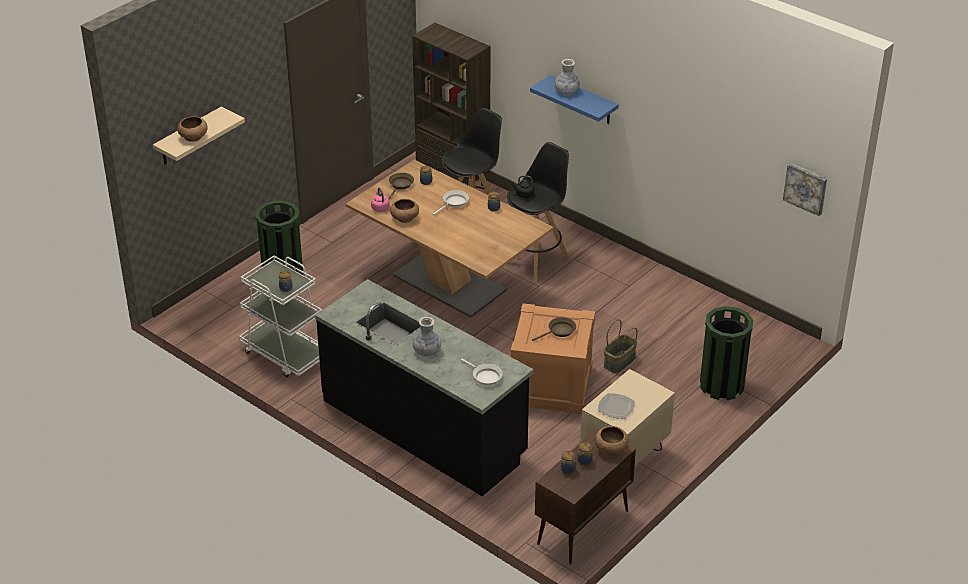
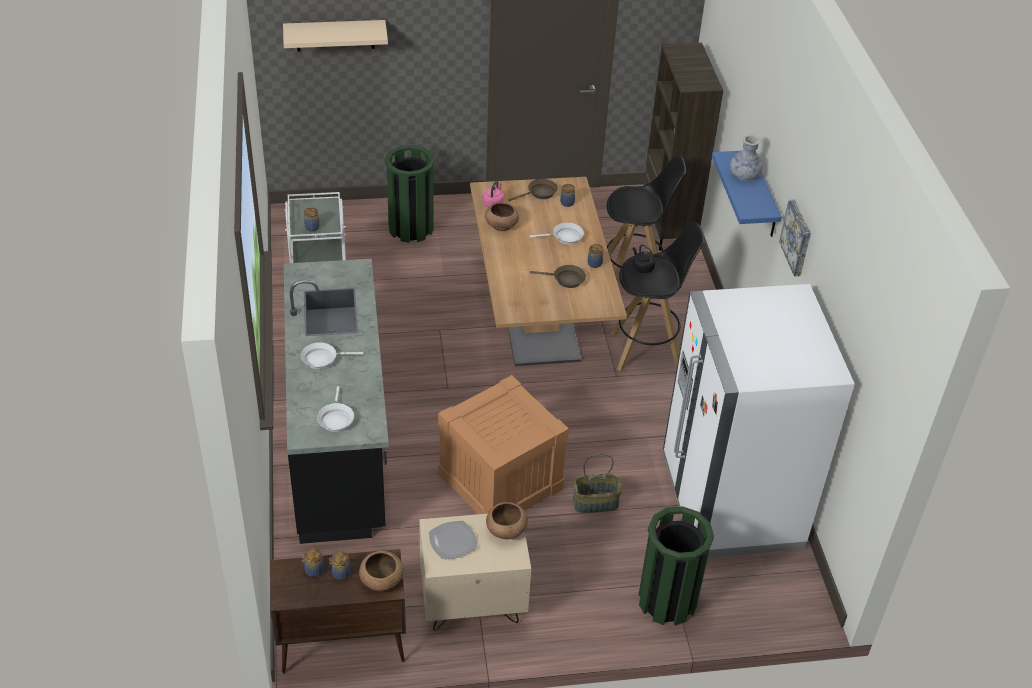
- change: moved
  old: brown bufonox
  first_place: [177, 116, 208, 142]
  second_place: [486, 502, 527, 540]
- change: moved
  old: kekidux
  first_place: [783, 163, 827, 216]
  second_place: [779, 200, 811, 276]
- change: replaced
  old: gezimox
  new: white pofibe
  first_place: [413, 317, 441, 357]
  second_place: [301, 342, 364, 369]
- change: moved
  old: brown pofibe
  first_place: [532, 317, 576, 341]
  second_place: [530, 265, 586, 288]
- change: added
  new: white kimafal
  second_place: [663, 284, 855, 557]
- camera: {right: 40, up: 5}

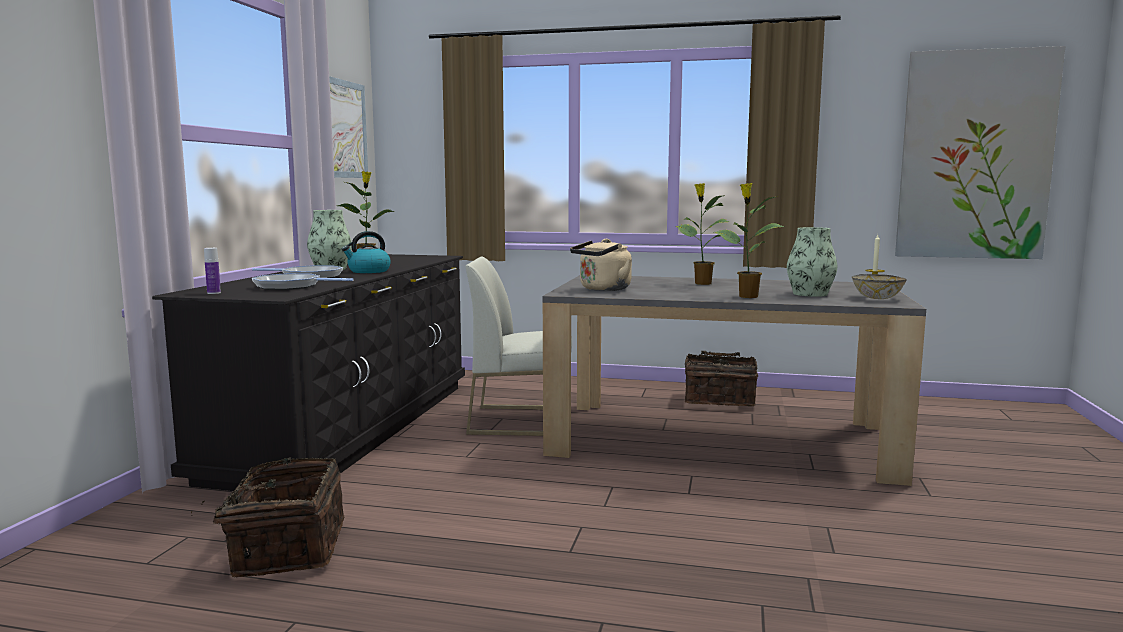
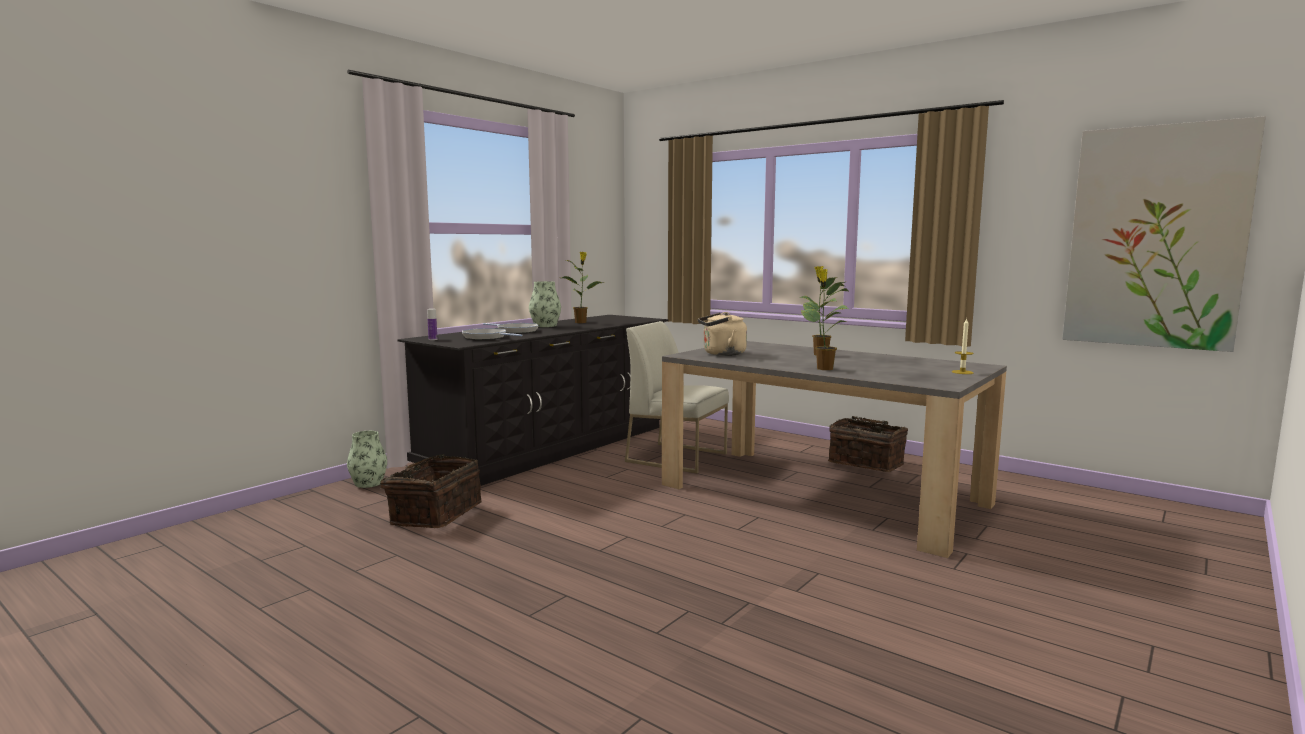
- change: removed
  old: kekidux
  first_place: [329, 76, 368, 178]
- change: moved
  old: gezimox
  first_place: [787, 227, 838, 297]
  second_place: [347, 431, 387, 488]
- change: removed
  old: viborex
  first_place: [342, 231, 391, 273]
- change: removed
  old: bufonox
  first_place: [852, 274, 907, 299]
- camera: {right: 25, up: 0}

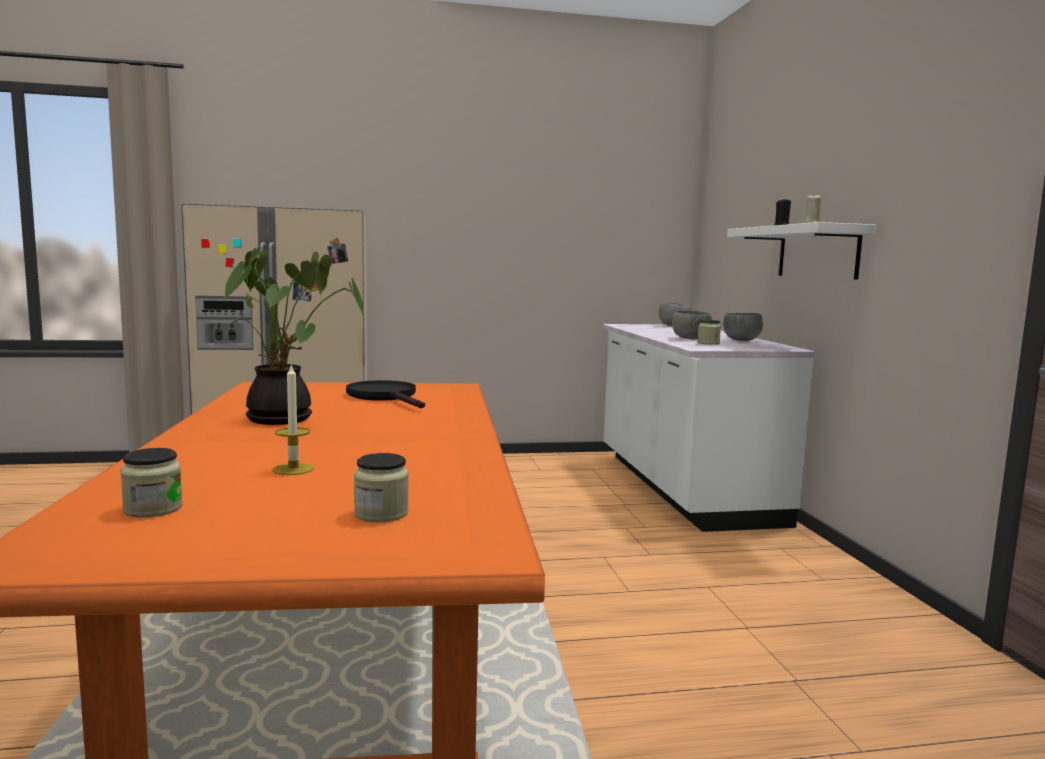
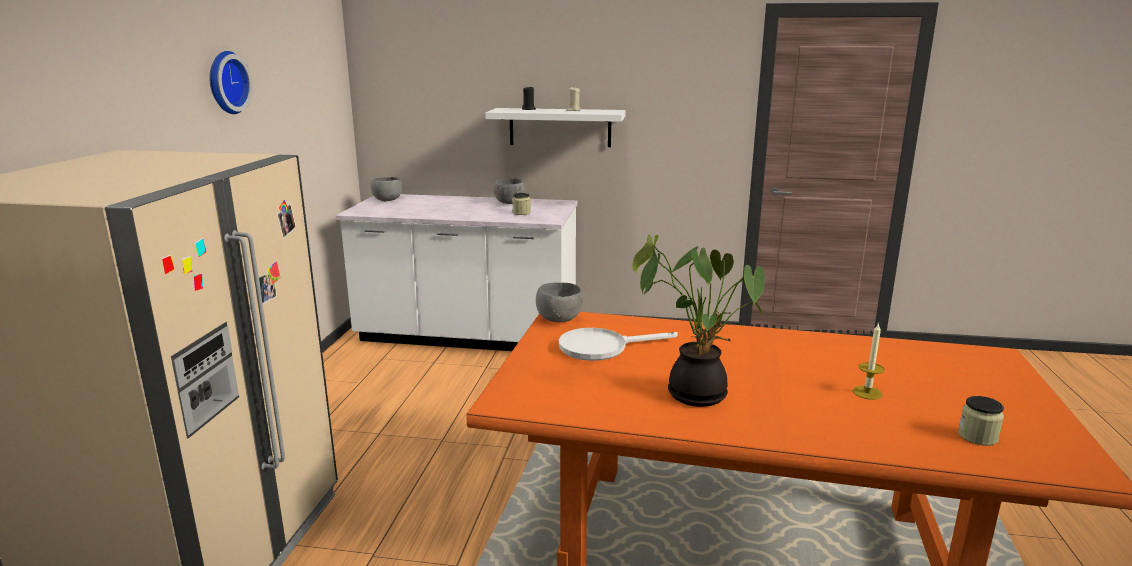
- change: moved
  old: grey bufonox
  first_place: [672, 310, 712, 340]
  second_place: [536, 283, 583, 322]
- change: recoloured
  old: black pofibe
  new: white pofibe
  first_place: [346, 380, 425, 408]
  second_place: [559, 328, 678, 361]
- change: removed
  old: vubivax
  first_place: [354, 453, 409, 523]
- change: added
  new: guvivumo
  second_place: [209, 51, 252, 114]
- camera: {right: -70, up: 10}

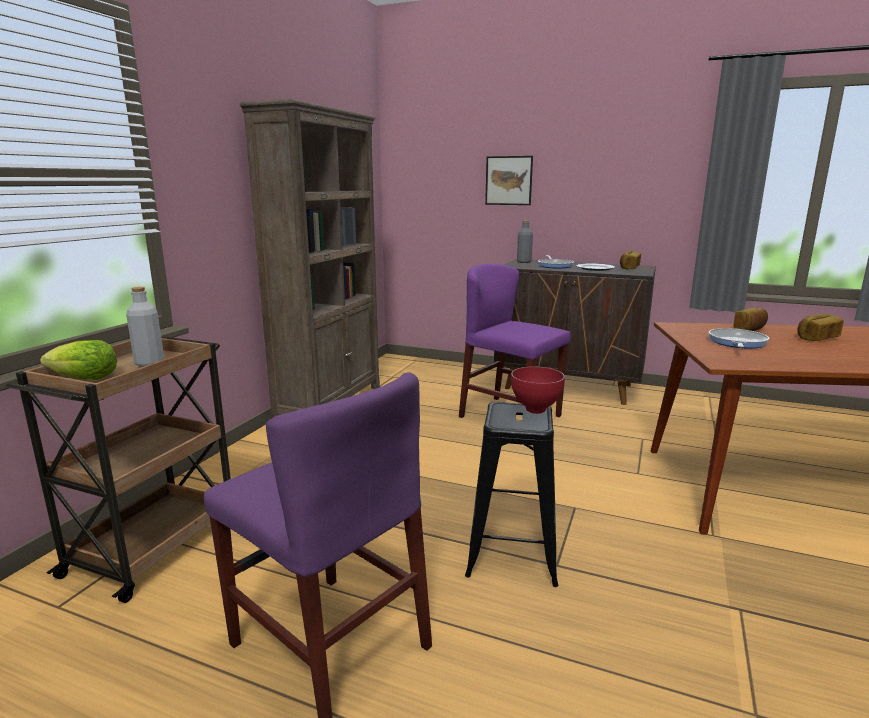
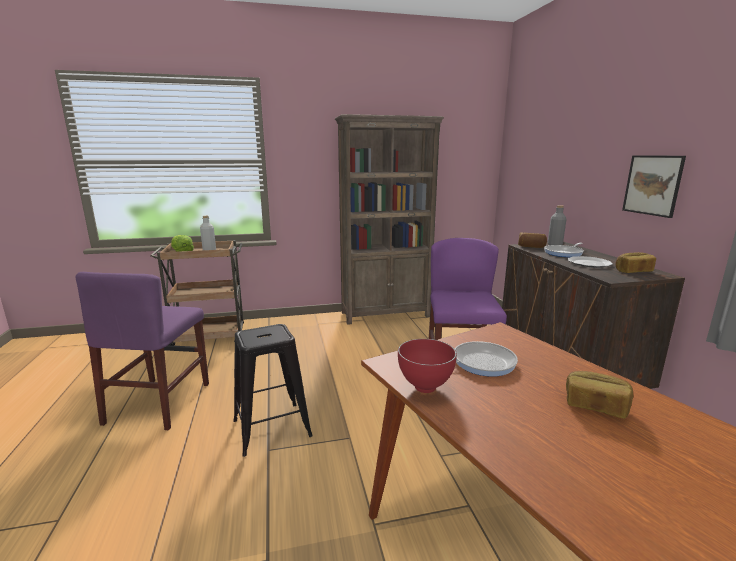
- change: moved
  old: kekidux
  first_place: [485, 156, 533, 205]
  second_place: [622, 155, 686, 218]
- change: moved
  old: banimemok
  first_place: [733, 308, 768, 331]
  second_place: [518, 232, 547, 248]
- change: moved
  old: red bufonox
  first_place: [511, 367, 565, 414]
  second_place: [398, 339, 457, 393]
- camera: {right: 55, up: 0}

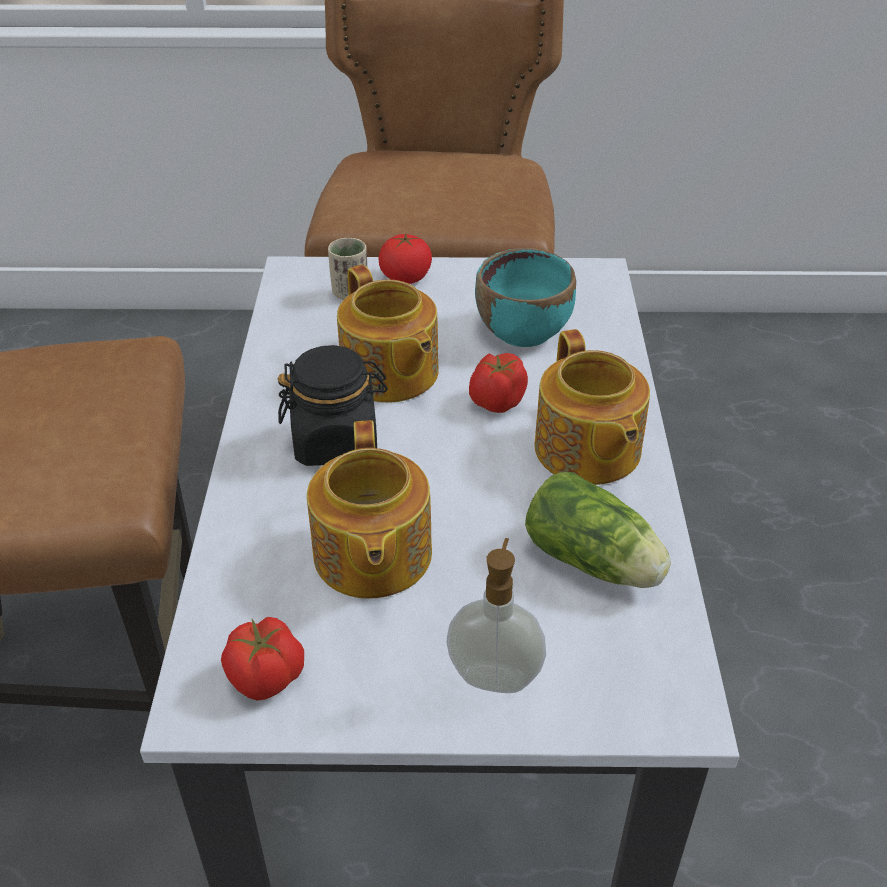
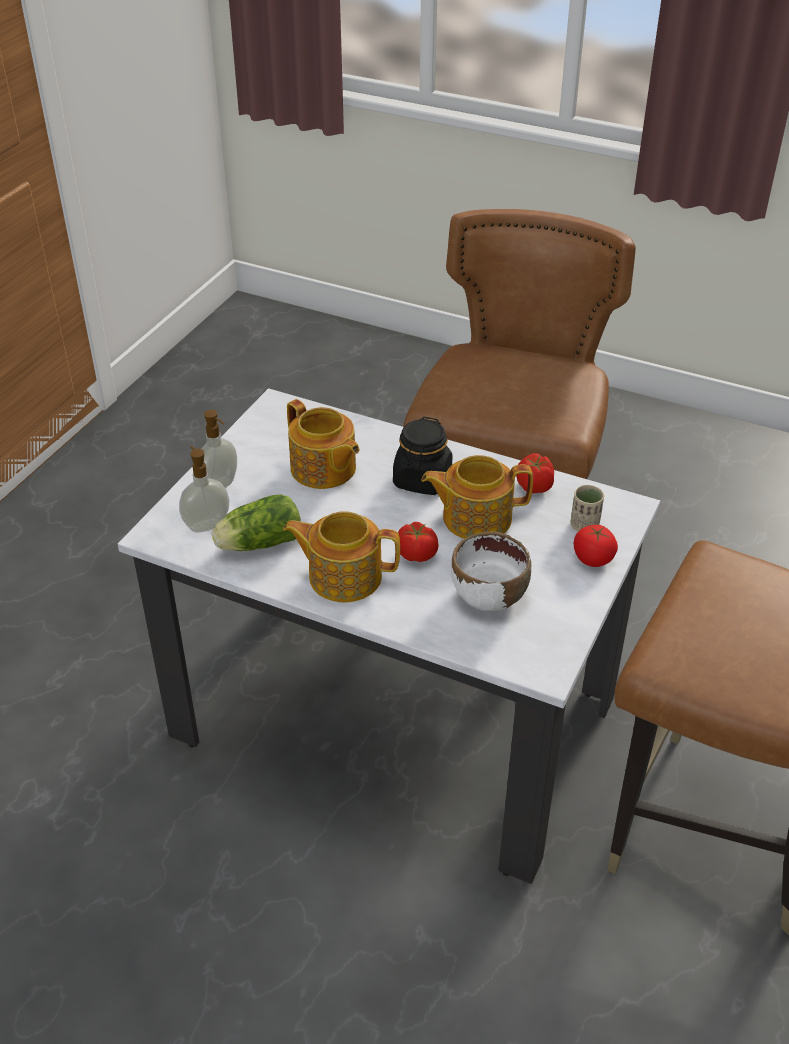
- change: recoloured
  old: turquoise bufonox
  new: white bufonox
  first_place: [475, 248, 576, 347]
  second_place: [451, 532, 531, 611]
- change: turned
  old: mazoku
  first_place: [307, 420, 432, 599]
  second_place: [287, 399, 359, 489]
  degrees: -150
- change: moved
  old: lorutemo
  first_place: [221, 617, 304, 701]
  second_place: [516, 453, 554, 494]
- change: added
  new: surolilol
  second_place: [179, 446, 229, 533]
- camera: {right: 115, up: 0}

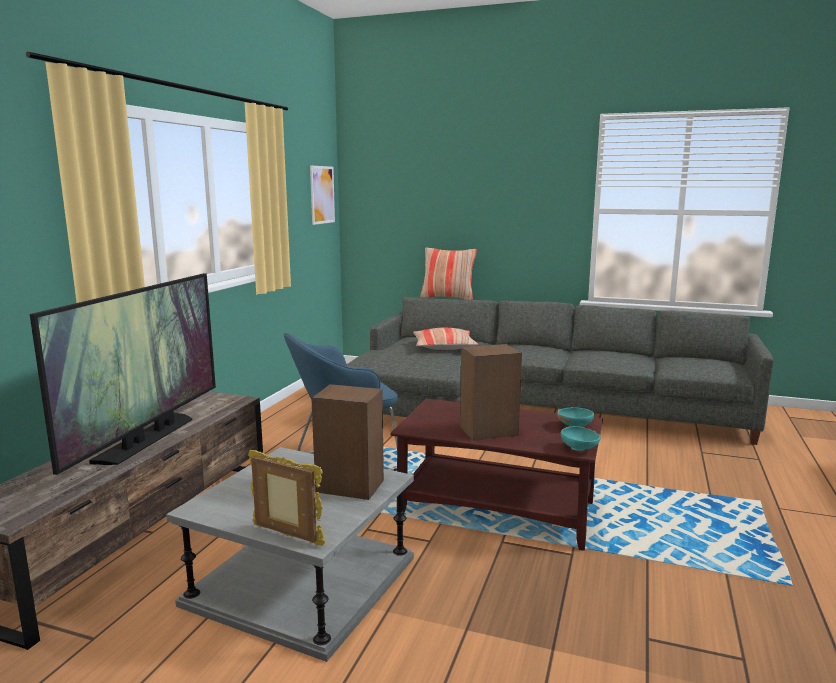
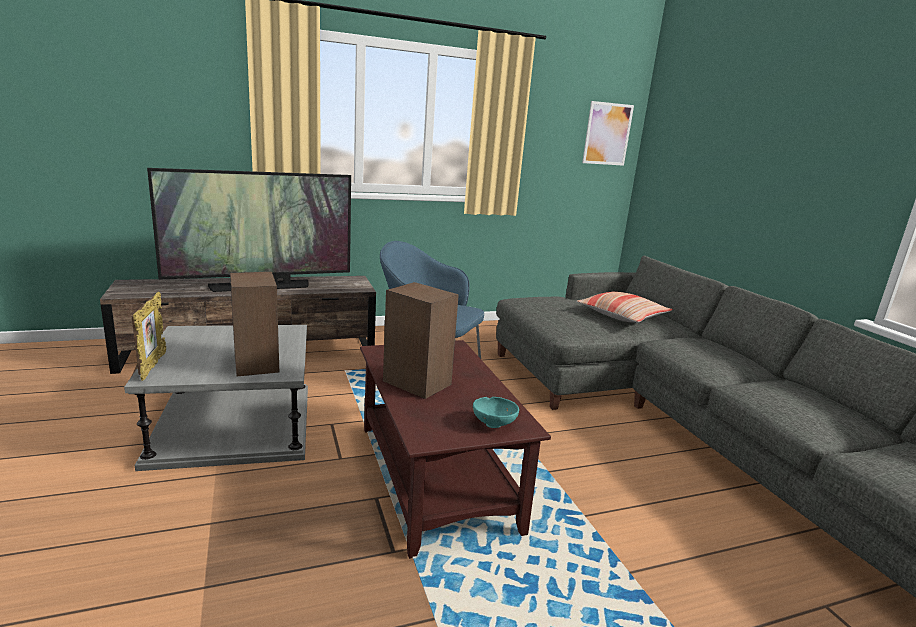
- change: removed
  old: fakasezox
  first_place: [420, 247, 477, 300]
- change: removed
  old: turquoise bufonox
  first_place: [561, 426, 601, 451]
- camera: {right: 50, up: 5}

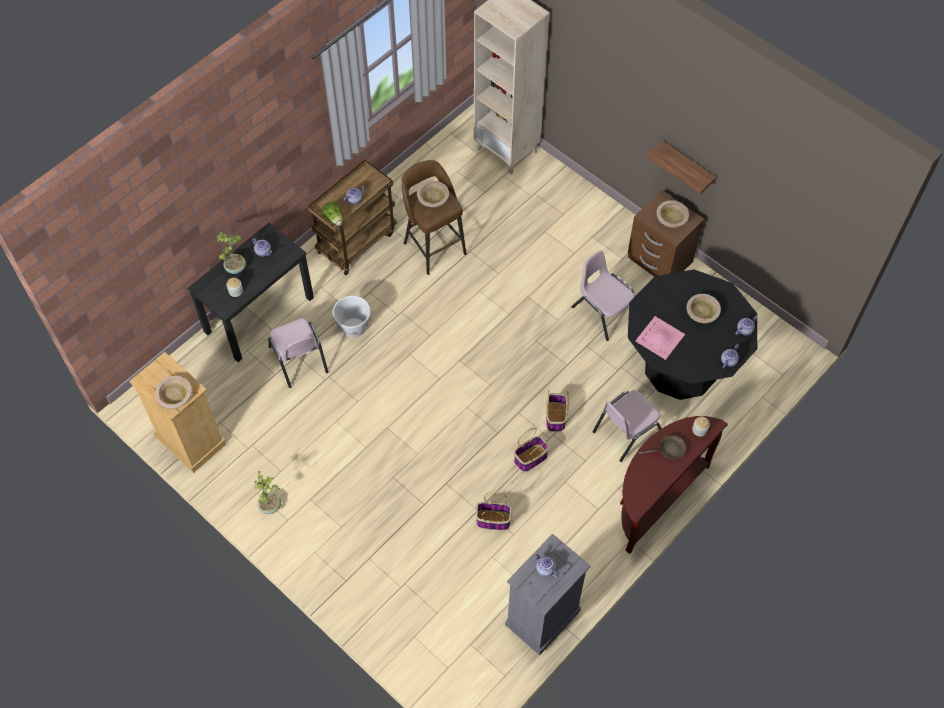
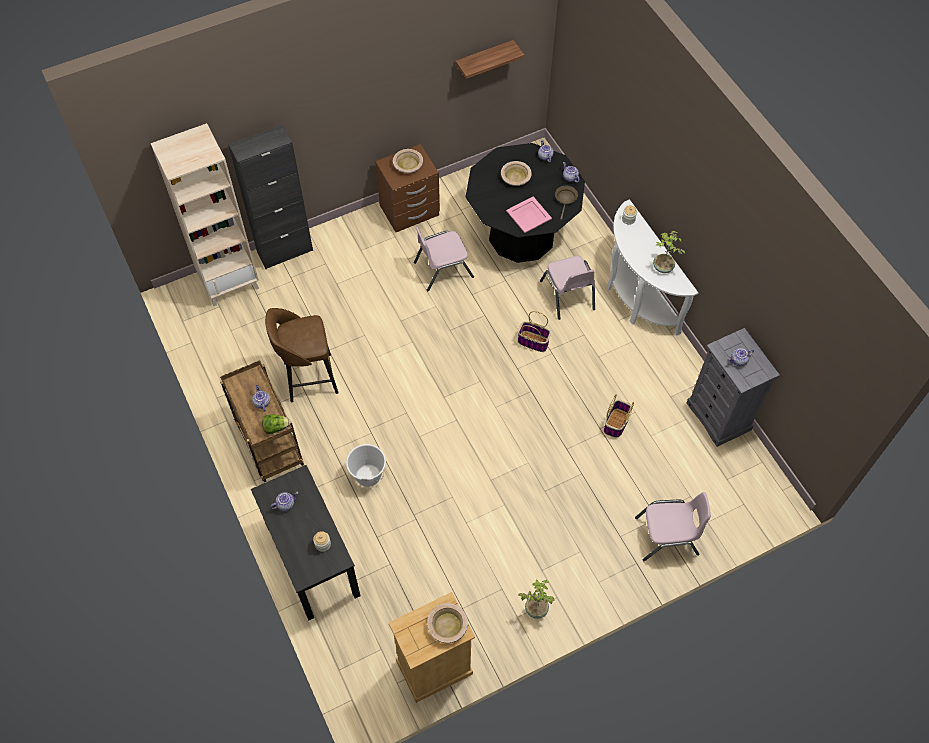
- change: moved
  old: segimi
  first_place: [646, 141, 716, 194]
  second_place: [456, 40, 524, 79]
- change: removed
  old: beige bufonox
  first_place: [417, 180, 449, 207]
- change: moved
  old: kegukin
  first_place: [216, 231, 246, 274]
  second_place: [653, 231, 685, 273]
- change: moved
  old: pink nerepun
  first_place: [268, 318, 328, 388]
  second_place: [635, 492, 711, 562]
- change: recoloured
  old: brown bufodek
  new: white bufodek
  first_place: [620, 416, 728, 554]
  second_place: [607, 199, 698, 336]
- change: removed
  old: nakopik
  first_place: [514, 428, 549, 472]
- change: moved
  old: brown pofibe
  first_place: [638, 435, 686, 459]
  second_place: [555, 186, 578, 220]
- change: added
  new: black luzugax
  second_place: [228, 125, 313, 269]
- camera: {right: -70, up: 0}

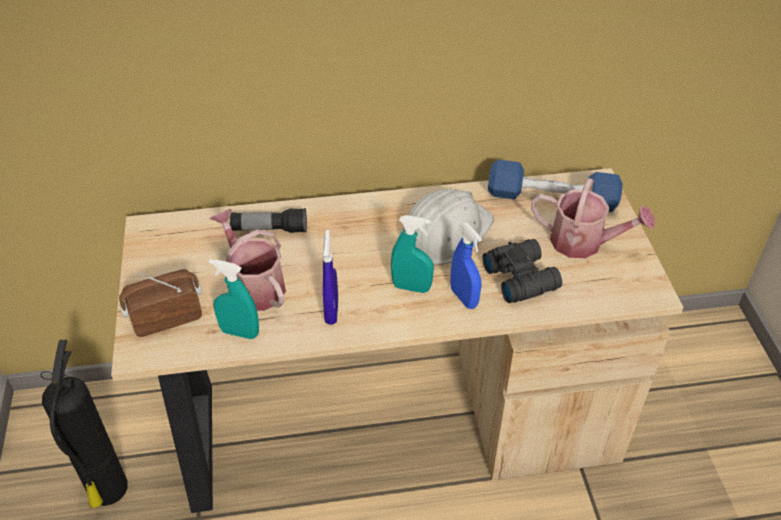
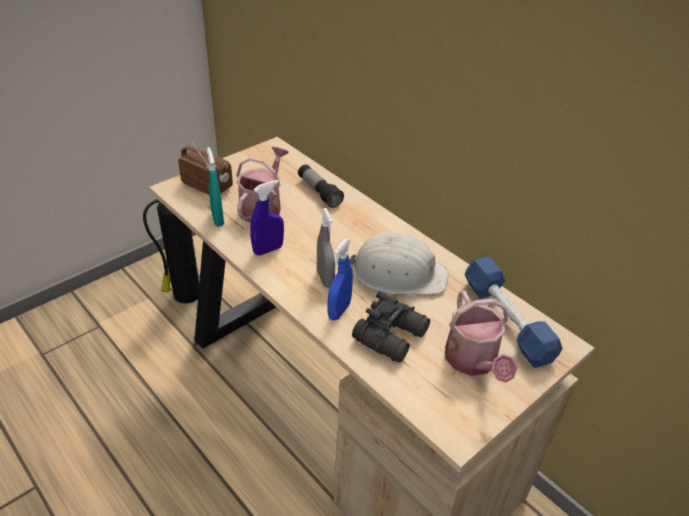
- change: recoloured
  old: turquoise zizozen
  new: grey zizozen
  first_place: [391, 215, 434, 293]
  second_place: [317, 208, 335, 288]
- camera: {right: 55, up: -5}

